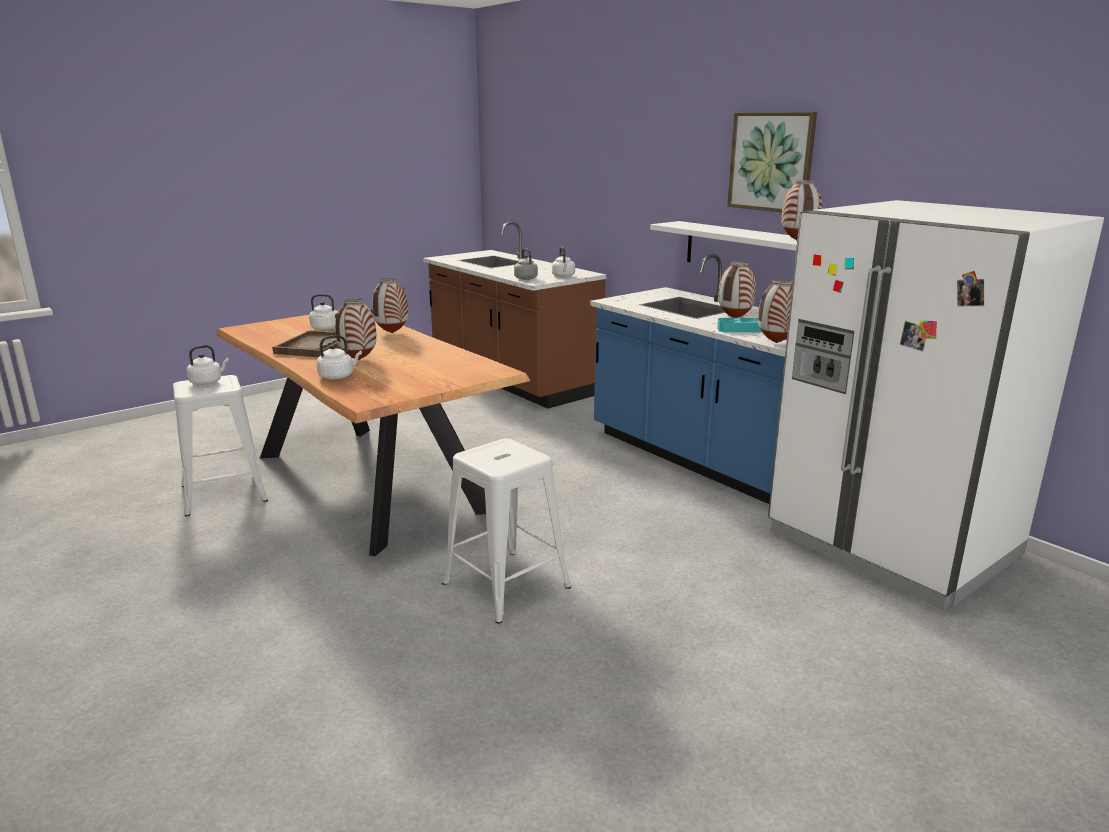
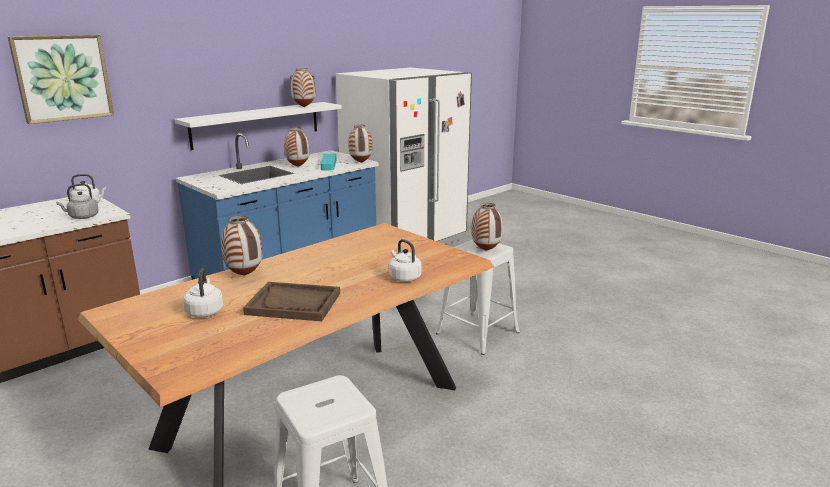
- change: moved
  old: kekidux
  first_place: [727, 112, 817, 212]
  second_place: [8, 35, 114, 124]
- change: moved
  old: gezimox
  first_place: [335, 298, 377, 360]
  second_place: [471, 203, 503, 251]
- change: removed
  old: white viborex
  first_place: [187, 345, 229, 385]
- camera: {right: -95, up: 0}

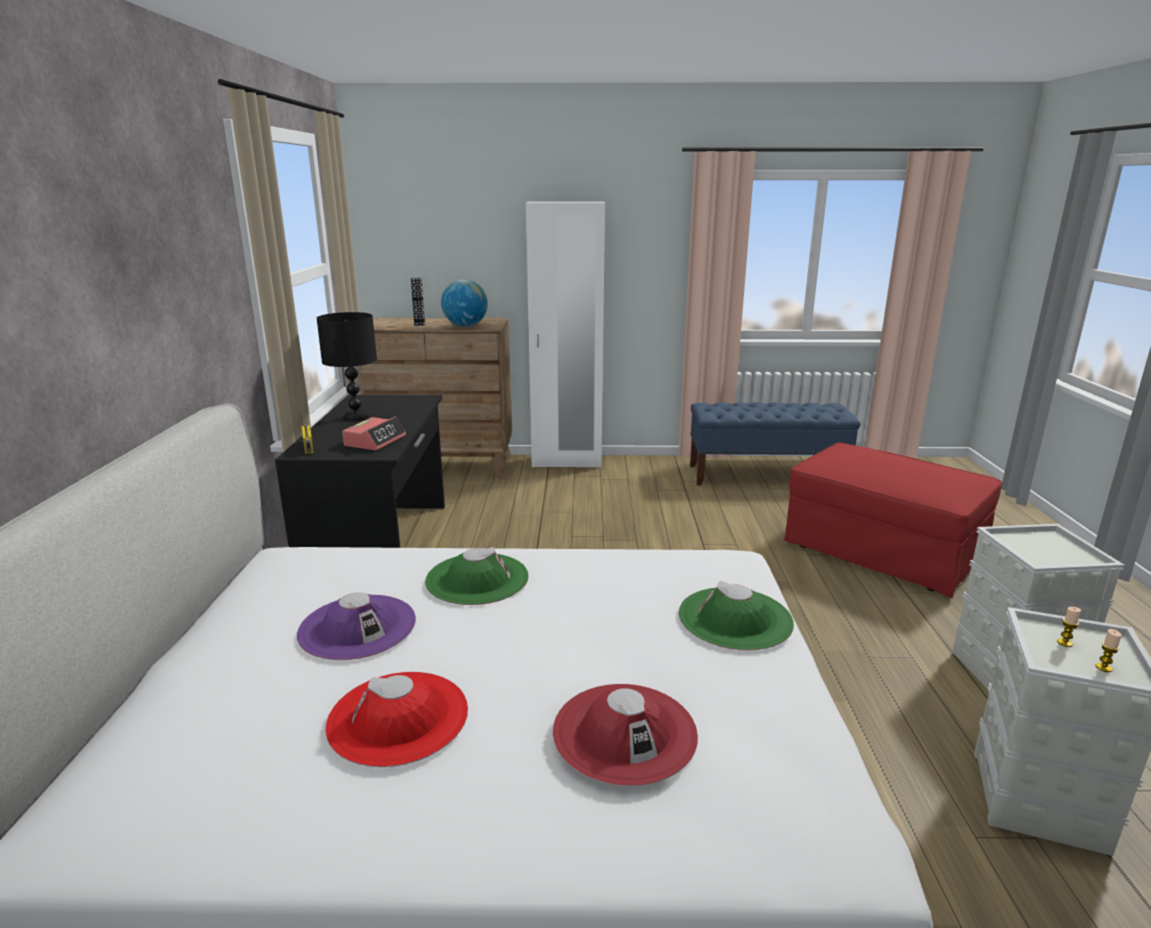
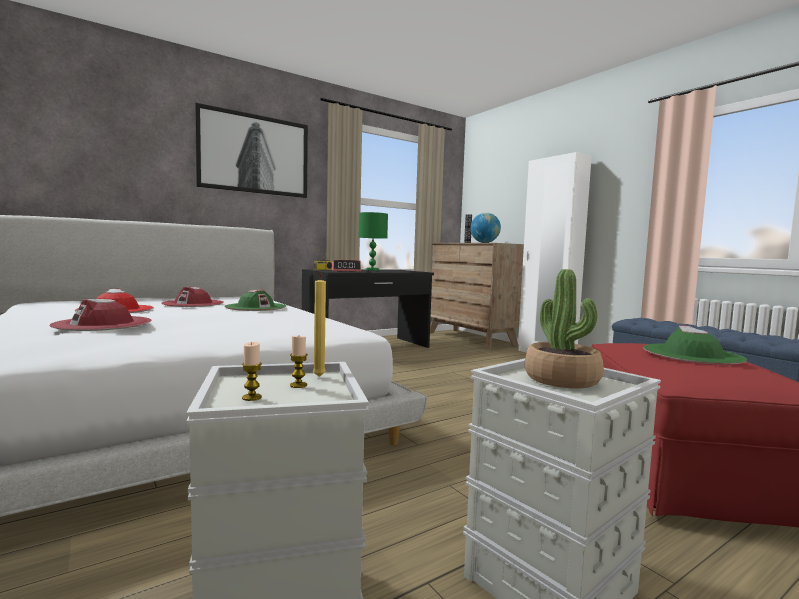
- change: recoloured
  old: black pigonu
  new: green pigonu
  first_place: [317, 312, 377, 421]
  second_place: [359, 212, 388, 271]
- change: moved
  old: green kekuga
  first_place: [679, 581, 794, 650]
  second_place: [643, 326, 747, 365]
- change: recoloured
  old: purple kekuga
  new: red kekuga
  first_place: [297, 592, 416, 660]
  second_place: [161, 287, 224, 307]
- change: added
  new: kekidux
  second_place: [195, 103, 308, 198]
- change: added
  new: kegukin
  second_place: [525, 269, 604, 388]
- change: added
  new: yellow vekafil
  second_place: [313, 271, 326, 377]
- camera: {right: 55, up: -15}

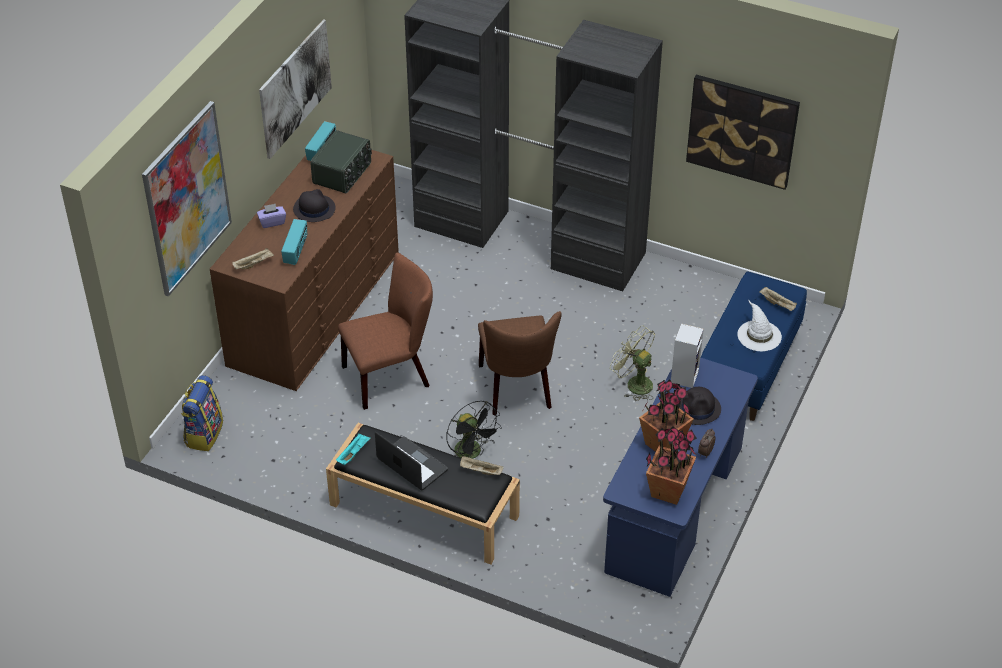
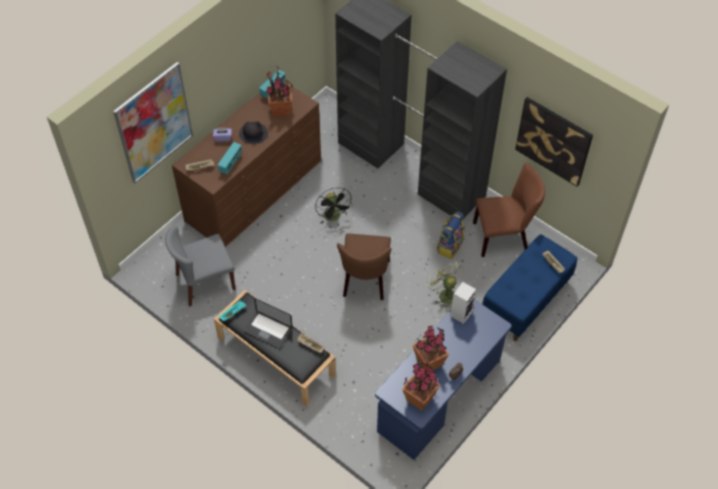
- change: removed
  old: kekidux
  first_place: [259, 19, 332, 159]
- change: replaced
  old: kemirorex
  new: kegukin
  first_place: [310, 130, 372, 194]
  second_place: [266, 66, 293, 117]
- change: moved
  old: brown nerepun
  first_place: [338, 253, 433, 410]
  second_place: [473, 162, 545, 257]
- change: removed
  old: white kekuga
  first_place: [737, 299, 782, 351]
- change: moved
  old: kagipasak
  first_place: [181, 375, 223, 451]
  second_place: [437, 212, 464, 259]
- change: removed
  old: black kekuga
  first_place: [679, 387, 721, 425]
- change: moved
  old: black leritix
  first_place: [447, 401, 502, 459]
  second_place: [315, 188, 353, 224]
- change: turned
  old: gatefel
  first_place: [375, 432, 448, 490]
  second_place: [243, 298, 293, 349]
  degrees: 150
- change: added
  new: grey nerepun
  second_place: [165, 226, 236, 307]
- camera: {right: 15, up: 10}

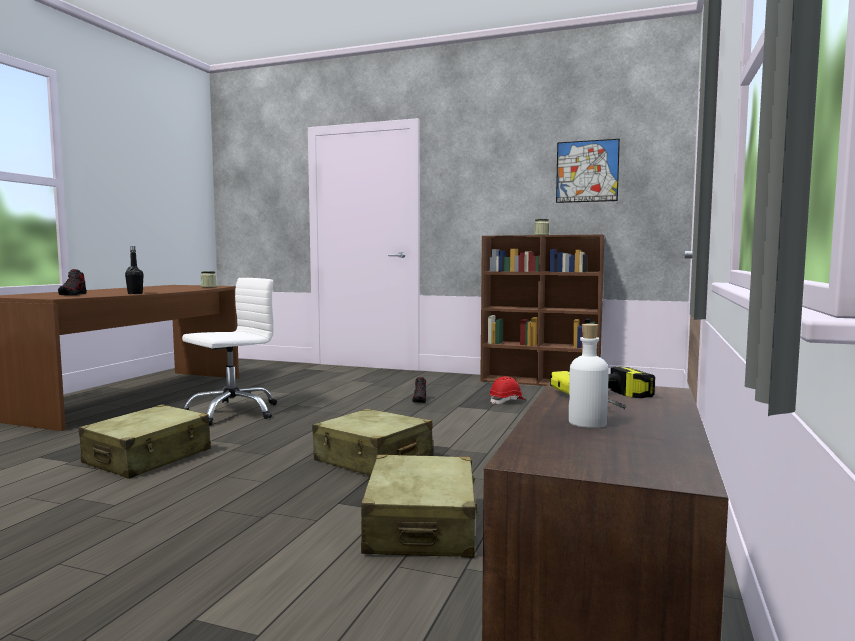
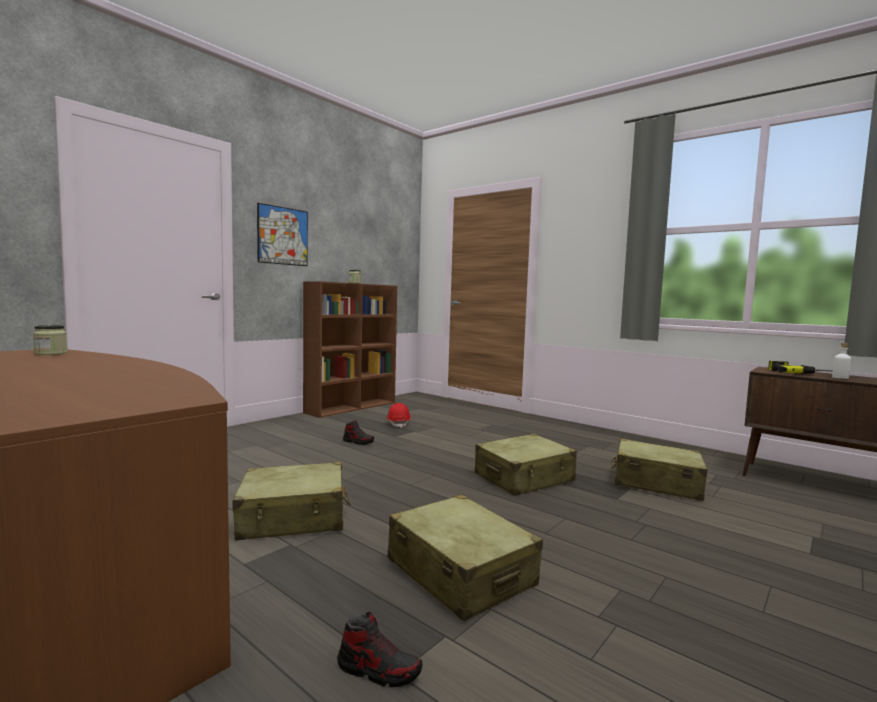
- change: moved
  old: kekidux
  first_place: [556, 139, 620, 203]
  second_place: [257, 203, 308, 266]
- change: removed
  old: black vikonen
  first_place: [125, 246, 143, 294]
- change: moved
  old: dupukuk
  first_place: [58, 269, 87, 295]
  second_place: [337, 612, 423, 688]
- change: replaced
  old: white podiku
  new: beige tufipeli
  first_place: [182, 278, 277, 426]
  second_place: [232, 462, 351, 541]
- camera: {right: -70, up: 0}

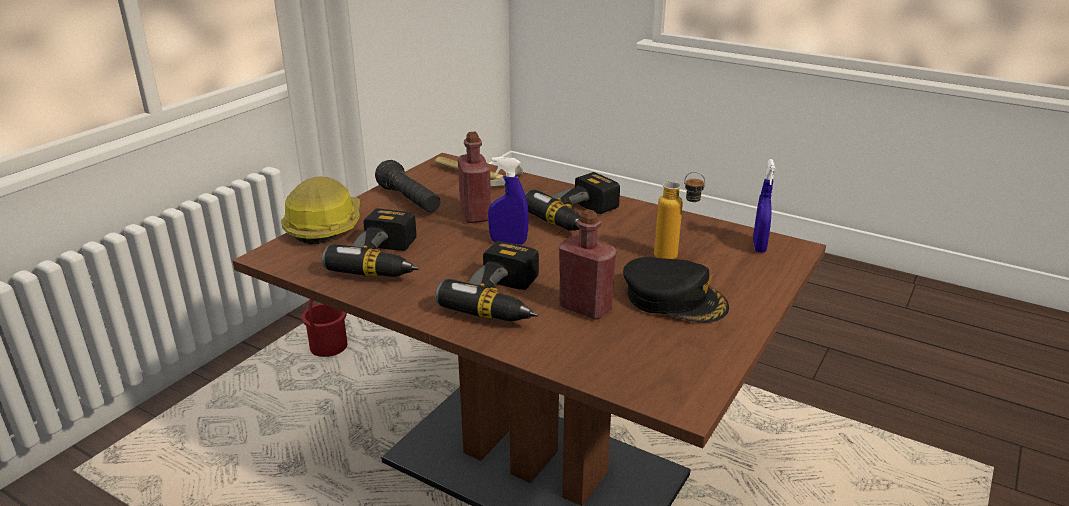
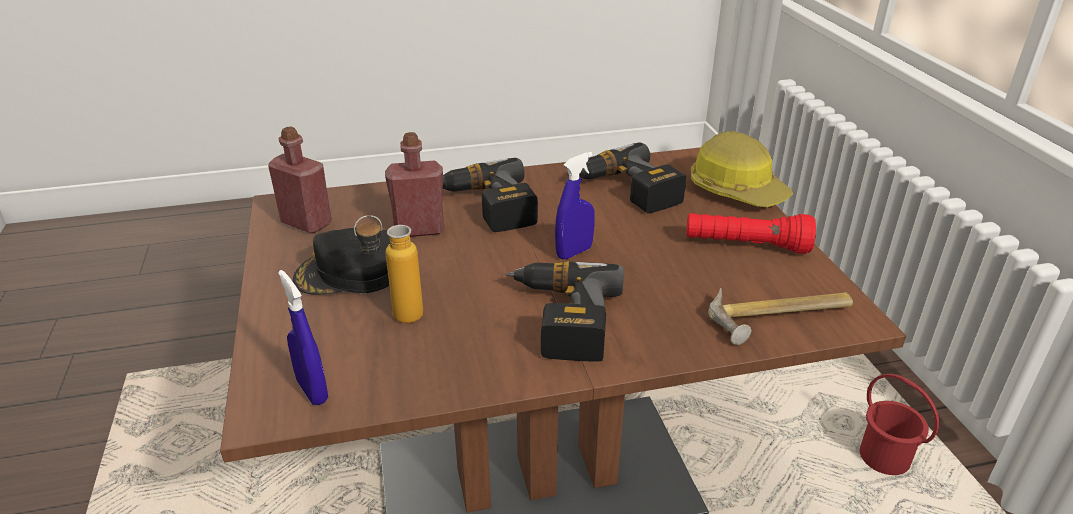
- change: moved
  old: red vikonen
  first_place: [458, 132, 491, 223]
  second_place: [268, 127, 332, 234]
- change: recoloured
  old: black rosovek
  new: red rosovek
  first_place: [375, 160, 440, 212]
  second_place: [686, 213, 816, 254]
- camera: {right: 135, up: 5}

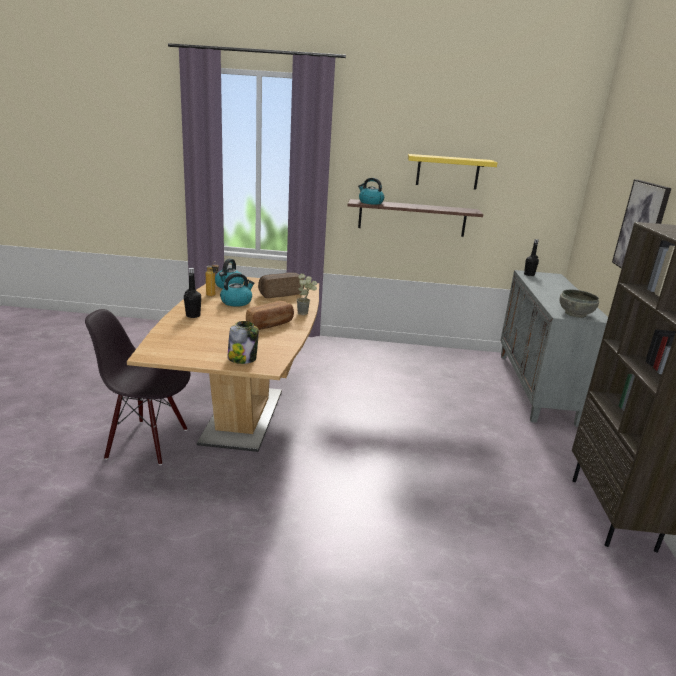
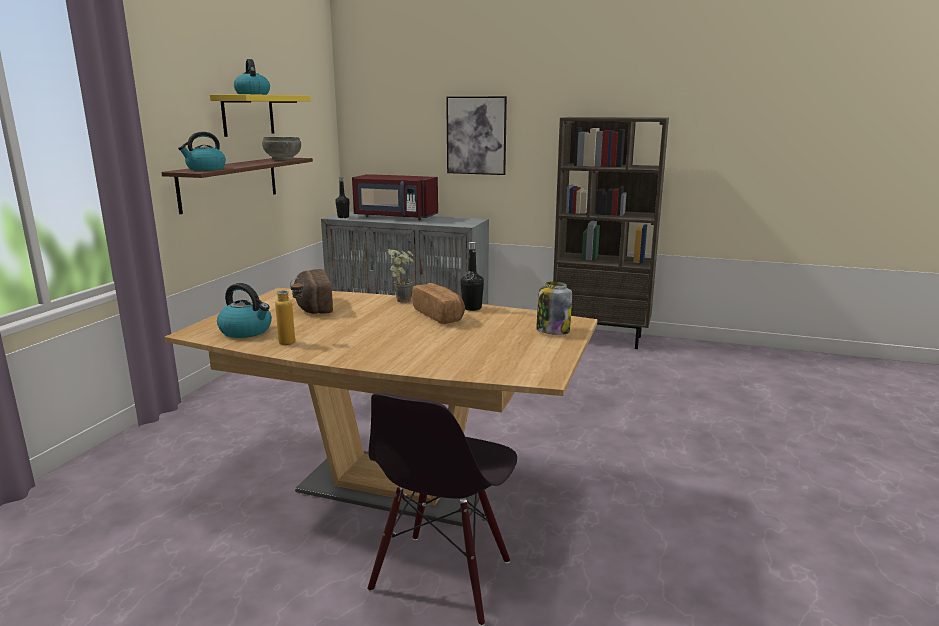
- change: moved
  old: black vikonen
  first_place: [184, 268, 201, 318]
  second_place: [461, 242, 484, 311]
- change: moved
  old: viborex
  first_place: [220, 273, 254, 307]
  second_place: [234, 59, 270, 95]
- change: moved
  old: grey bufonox
  first_place: [559, 290, 599, 318]
  second_place: [262, 137, 301, 160]
- change: added
  new: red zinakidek
  second_place: [352, 174, 438, 220]
- camera: {right: -75, up: -5}

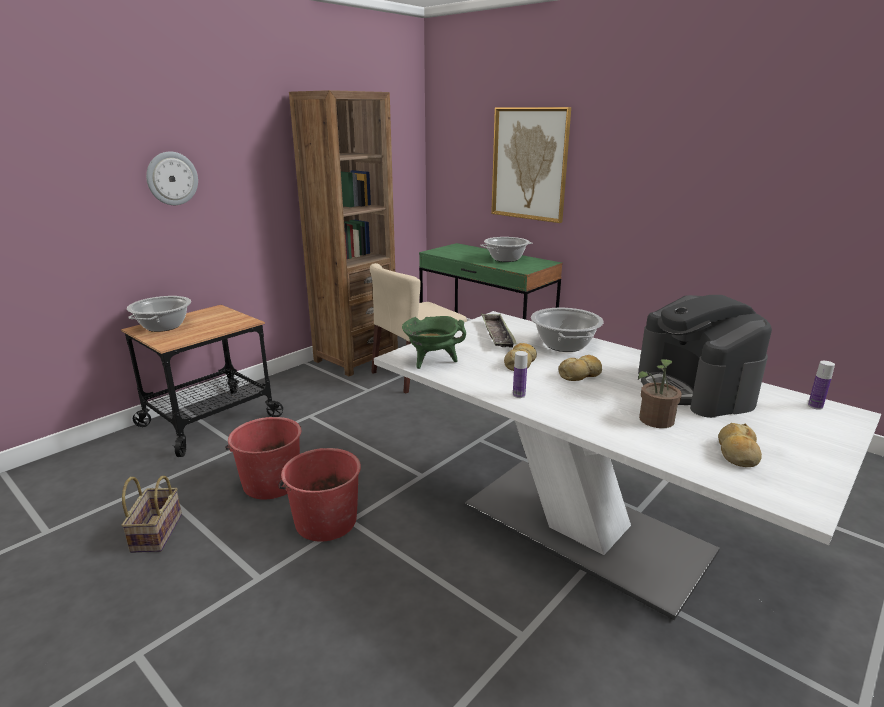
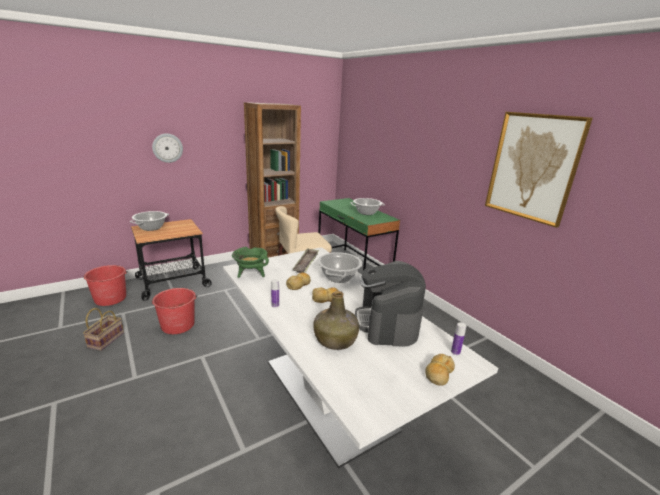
- change: moved
  old: kekidux
  first_place: [491, 107, 571, 223]
  second_place: [485, 112, 593, 228]
- change: replaced
  old: kegukin
  new: green vikonen
  first_place: [638, 359, 682, 428]
  second_place: [313, 291, 359, 350]
- change: moved
  old: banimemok
  first_place: [718, 423, 762, 467]
  second_place: [425, 354, 455, 386]
- change: moved
  old: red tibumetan
  first_place: [278, 448, 361, 542]
  second_place: [83, 265, 128, 306]
- camera: {right: 15, up: 0}

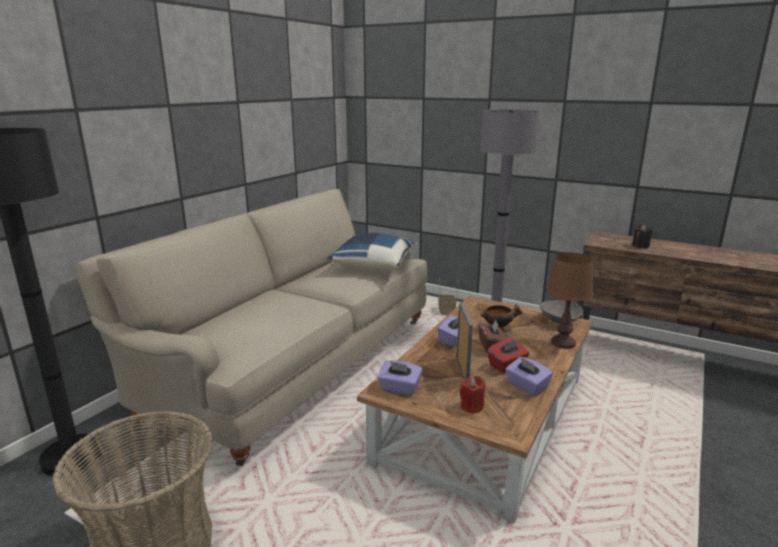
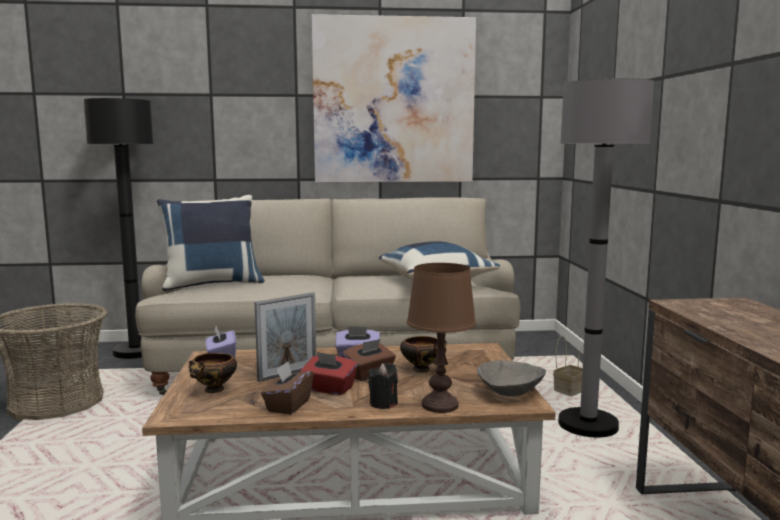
- change: moved
  old: black vekafil
  first_place: [632, 224, 652, 249]
  second_place: [368, 363, 398, 409]
- change: recoloured
  old: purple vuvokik
  new: brown vuvokik
  first_place: [505, 357, 553, 396]
  second_place: [261, 362, 314, 414]
- change: replaced
  old: red vekafil
  new: bufonox
  first_place: [460, 376, 485, 414]
  second_place: [189, 353, 237, 393]
- change: added
  new: kekidux
  second_place: [312, 14, 476, 183]
- change: added
  new: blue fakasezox
  second_place: [157, 195, 265, 291]
- camera: {right: 55, up: -10}

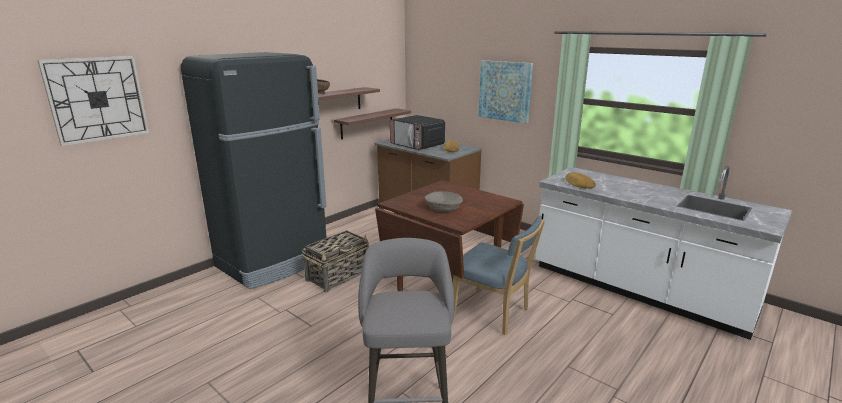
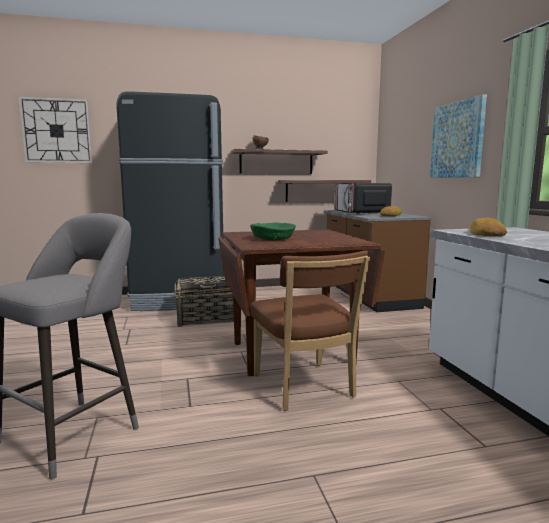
- change: recoloured
  old: beige bufonox
  new: green bufonox
  first_place: [425, 191, 463, 212]
  second_place: [250, 223, 296, 241]
- change: recoloured
  old: blue nerepun
  new: brown nerepun
  first_place: [453, 216, 545, 335]
  second_place: [250, 251, 370, 411]
- camera: {right: 35, up: -10}

